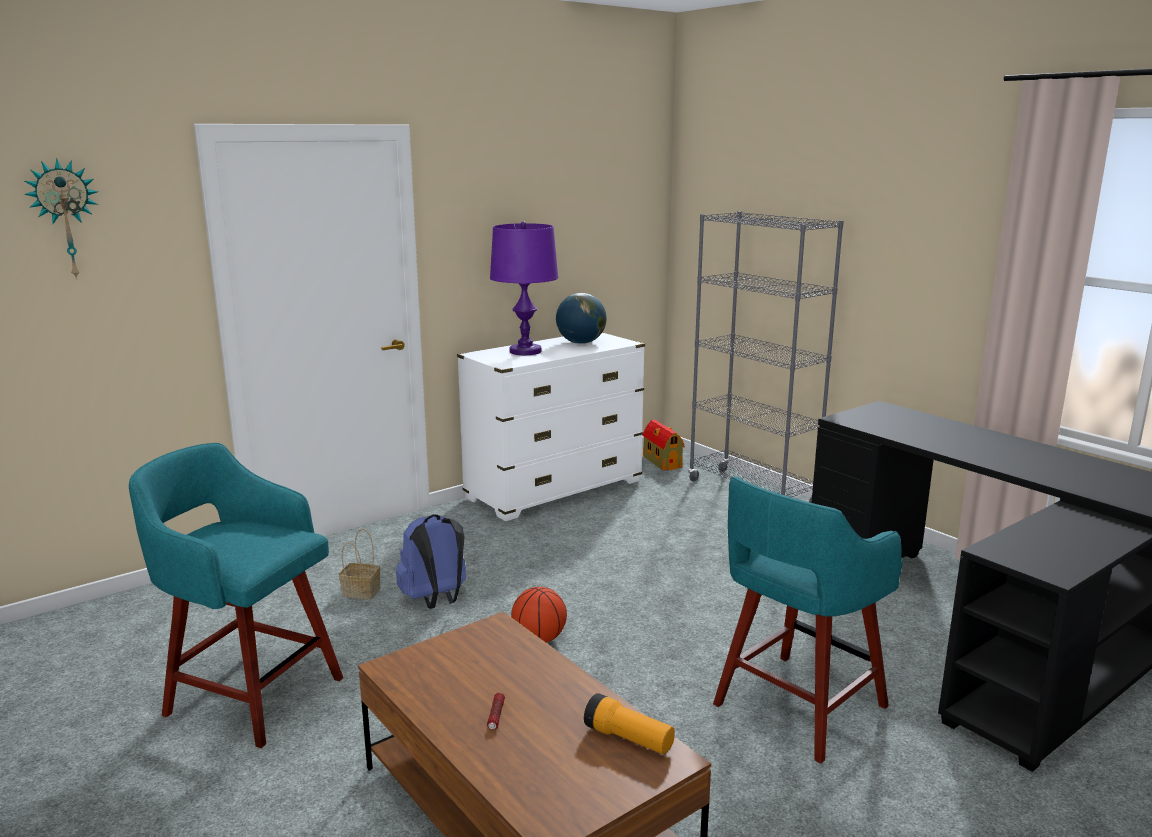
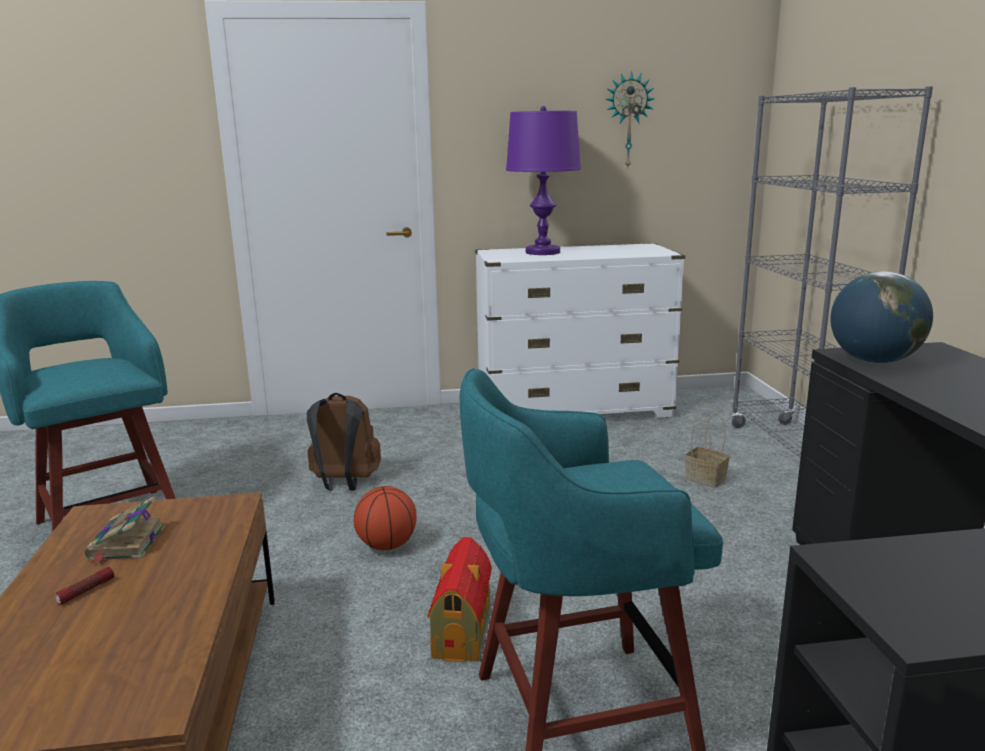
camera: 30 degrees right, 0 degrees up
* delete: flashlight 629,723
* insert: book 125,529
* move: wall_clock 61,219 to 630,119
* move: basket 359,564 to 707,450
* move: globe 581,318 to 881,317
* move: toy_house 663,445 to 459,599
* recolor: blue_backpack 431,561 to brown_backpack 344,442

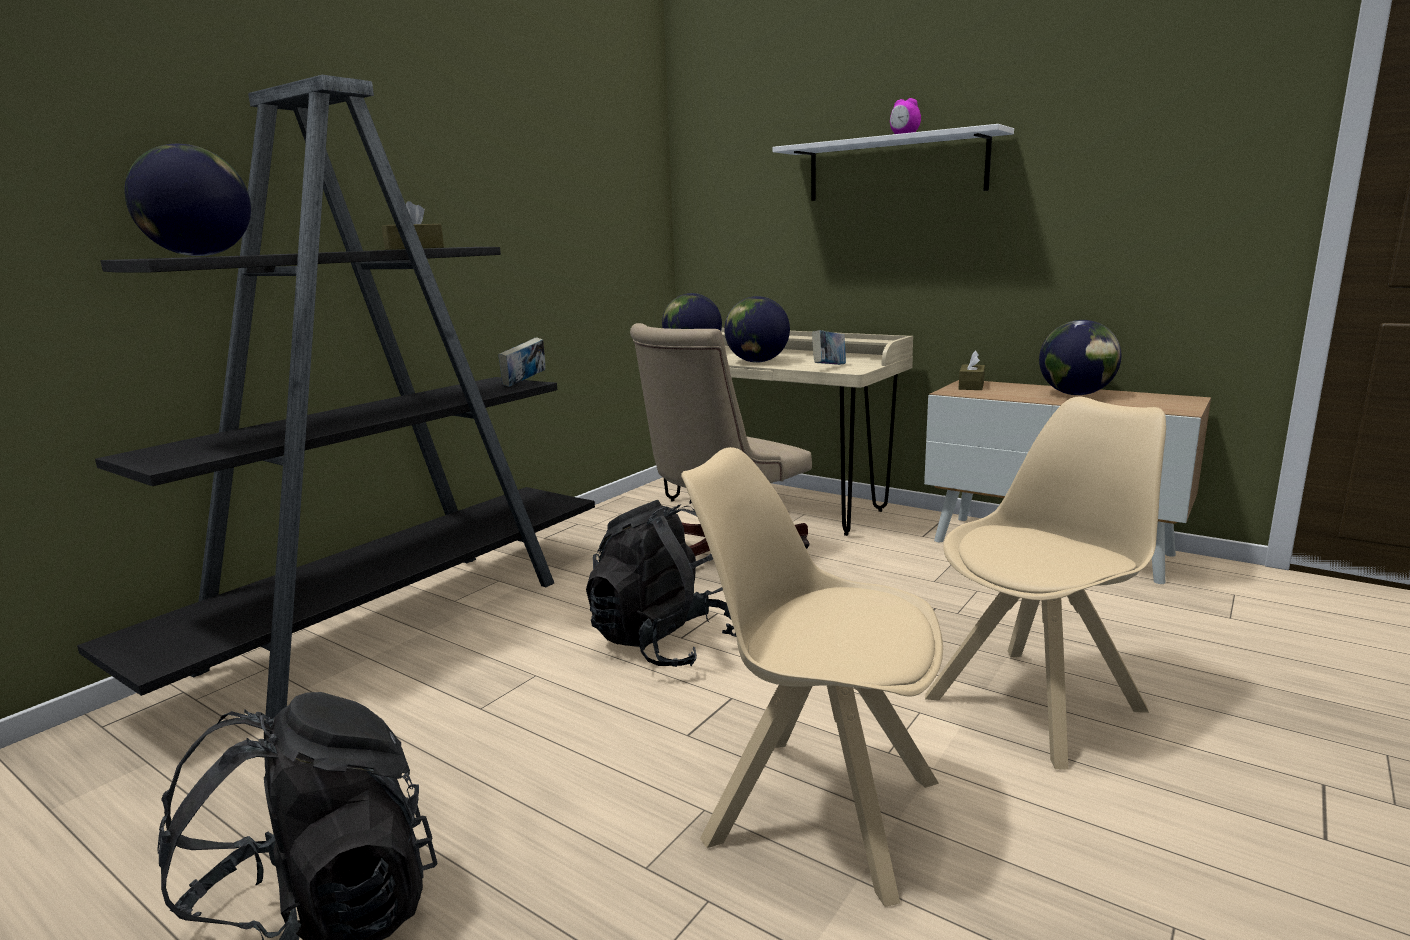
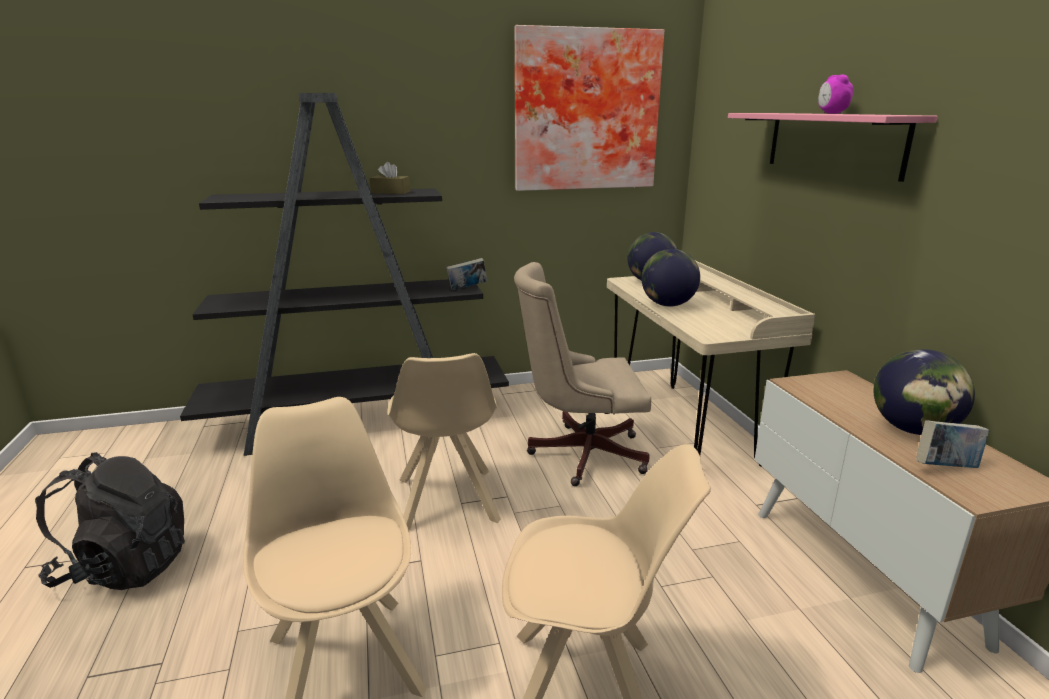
camera: 40 degrees right, 5 degrees up
* delete: globe 187,200
* delete: brown_tissue_box 971,370
* insert: picture 589,108
* move: book 829,347 to 952,444
* replace: black_backpack 661,583 to beige_chair 444,441
* recolor: white_shelf 893,162 to pink_shelf 833,147

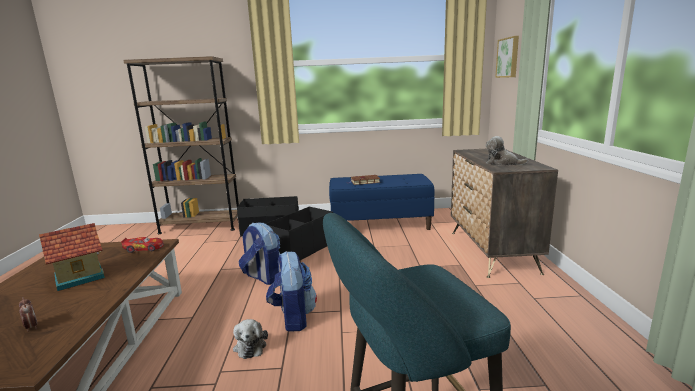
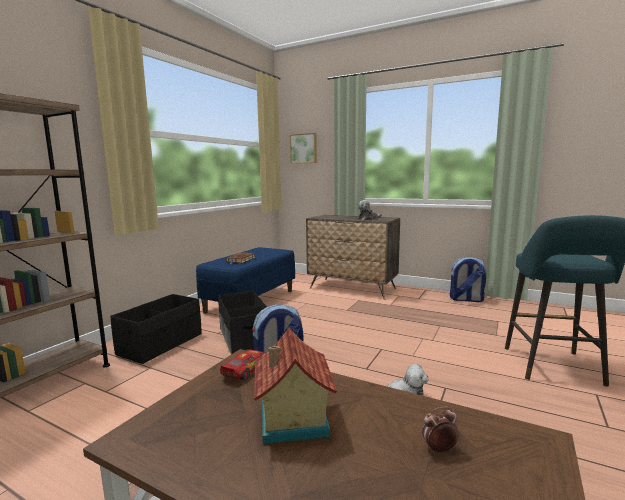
camera: 60 degrees left, 5 degrees down
* move: backpack 291,291 to 468,279

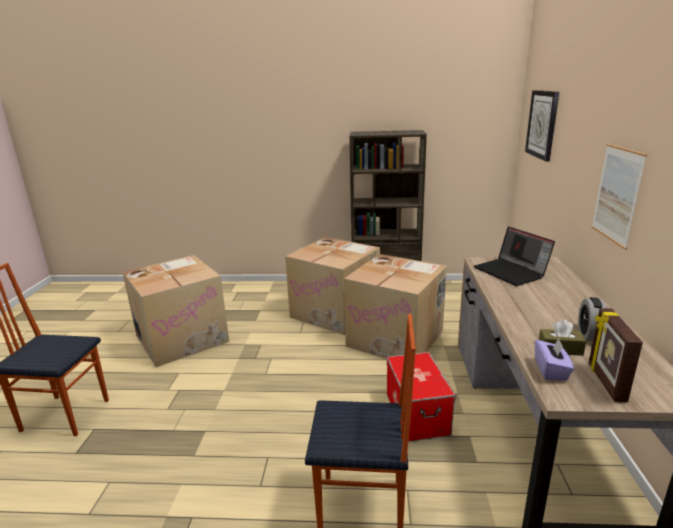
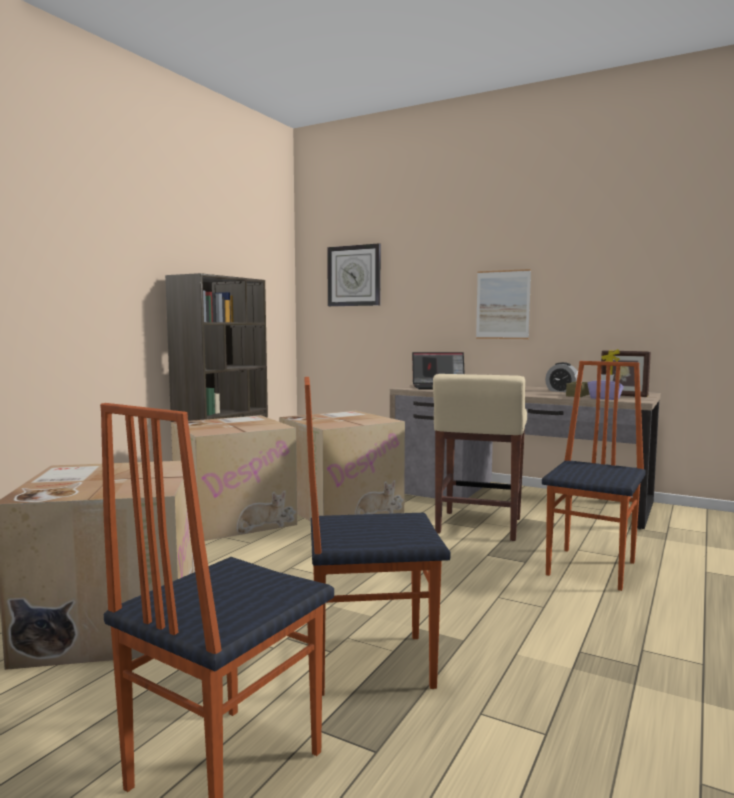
camera: 65 degrees left, 15 degrees down
* insert: chair 378,536
* replace: storage_box 421,397 to beige_stool 480,457

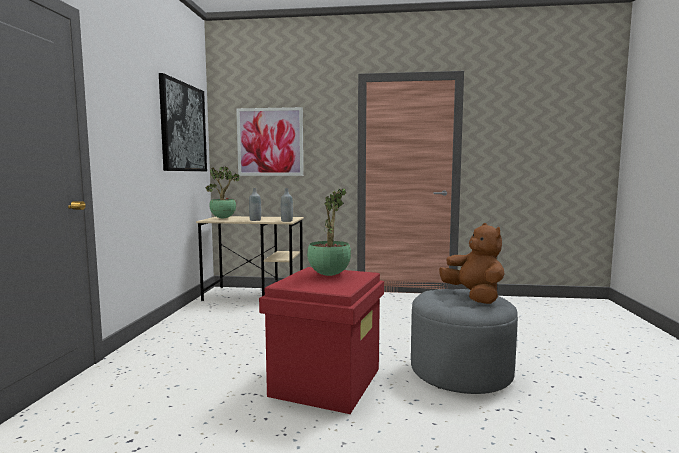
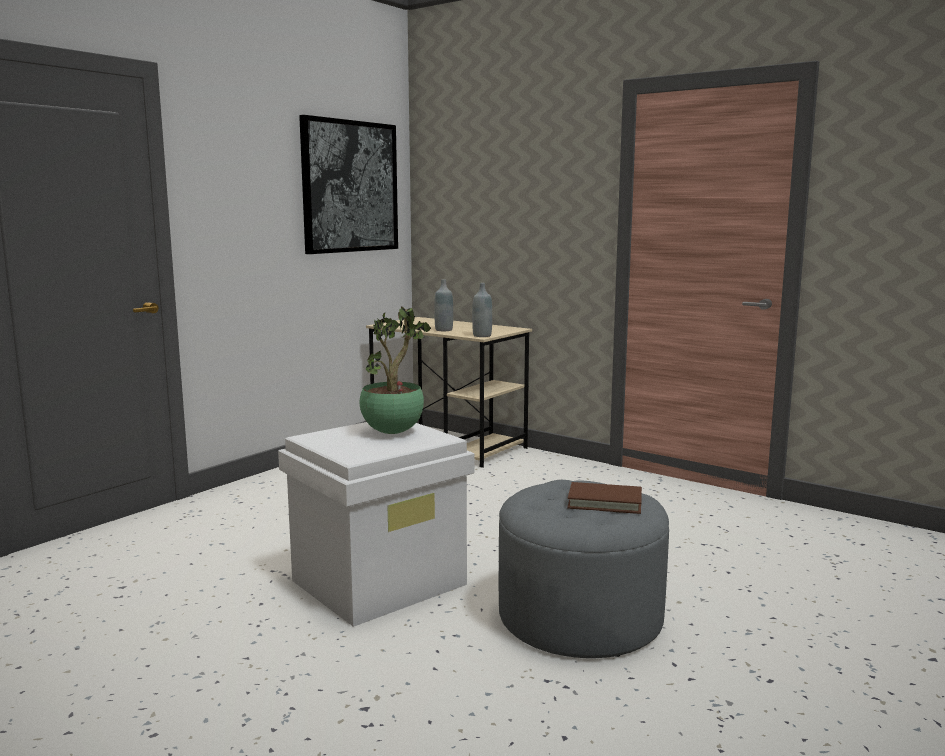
camera: 30 degrees right, 5 degrees up
* delete: potted_plant 222,192
* delete: picture 269,141
* replace: brown_plush_toy 471,263 to brown_book 604,498
* recolor: red_storage_box 321,340 to white_storage_box 376,524

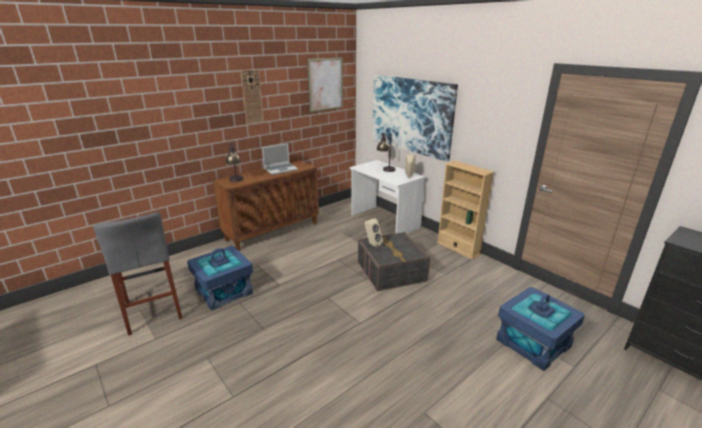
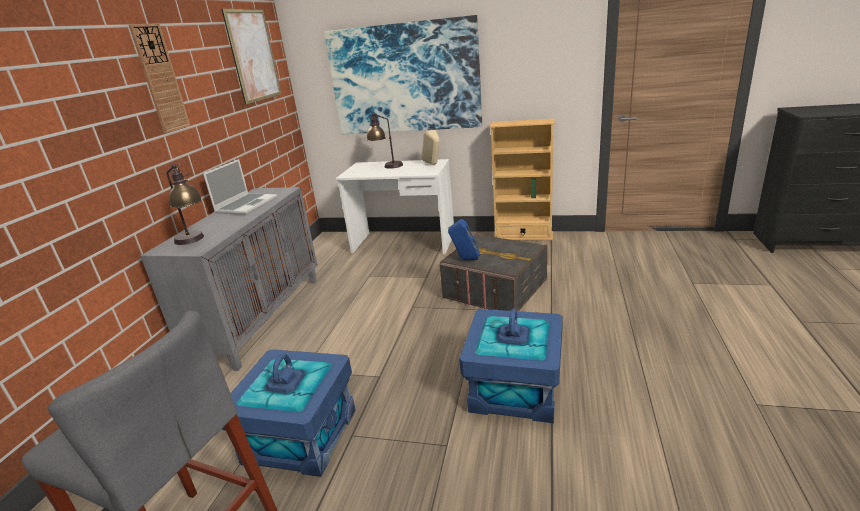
camera: 35 degrees left, 0 degrees up
* move: blue_storage_box 540,329 to 511,365
* recolor: brown_cabinet 266,205 to grey_cabinet 228,279
* recolor: beige_speaker 374,233 to blue_speaker 464,239

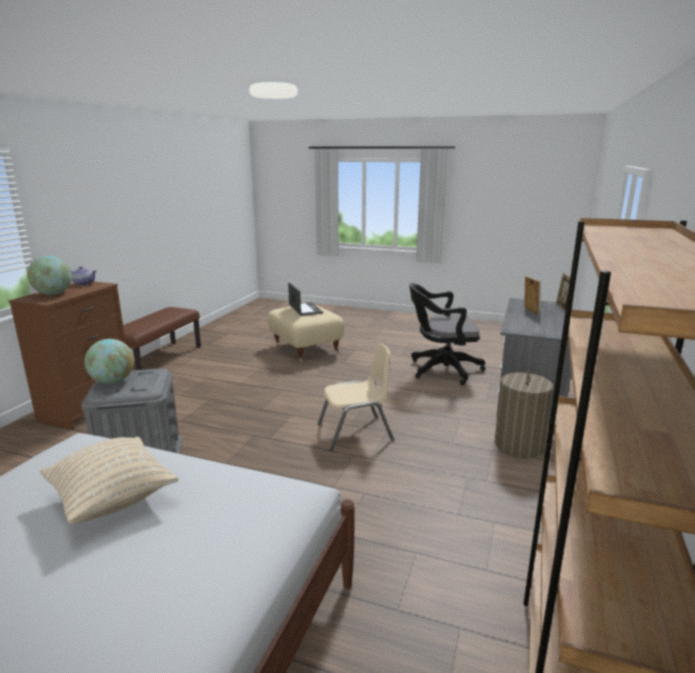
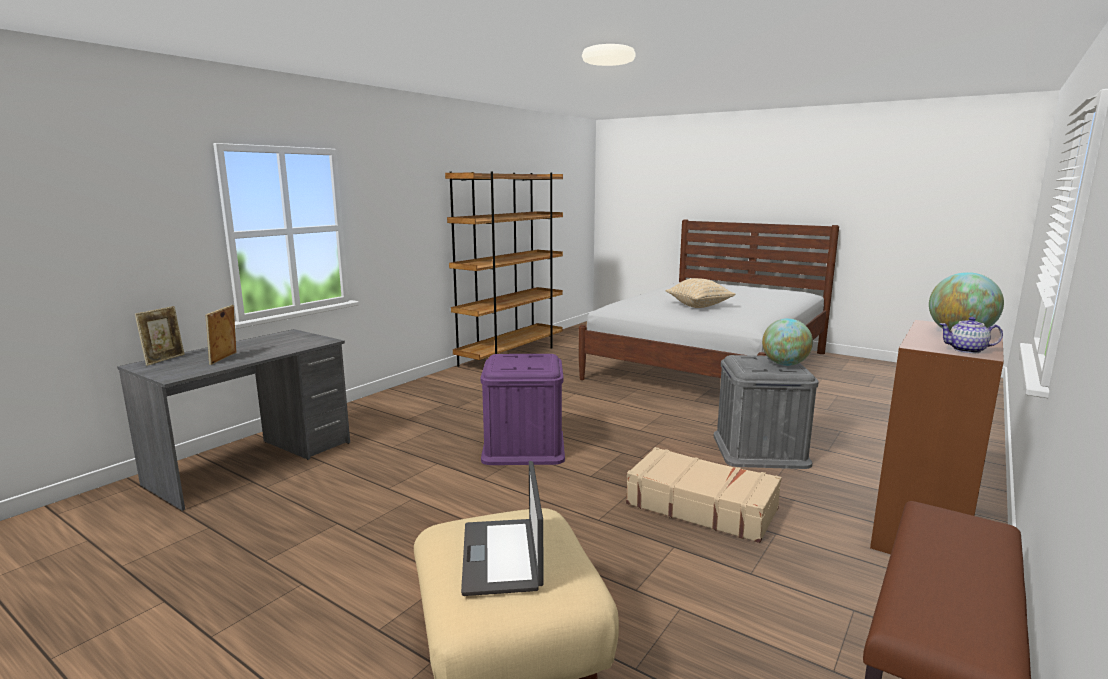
camera: 165 degrees left, 5 degrees down
* delete: black_office_chair 447,334
* delete: laundry_basket 524,414
* insert: beige_suitcase 704,495
* replace: beige_chair 356,397 to purple_storage_box 523,409

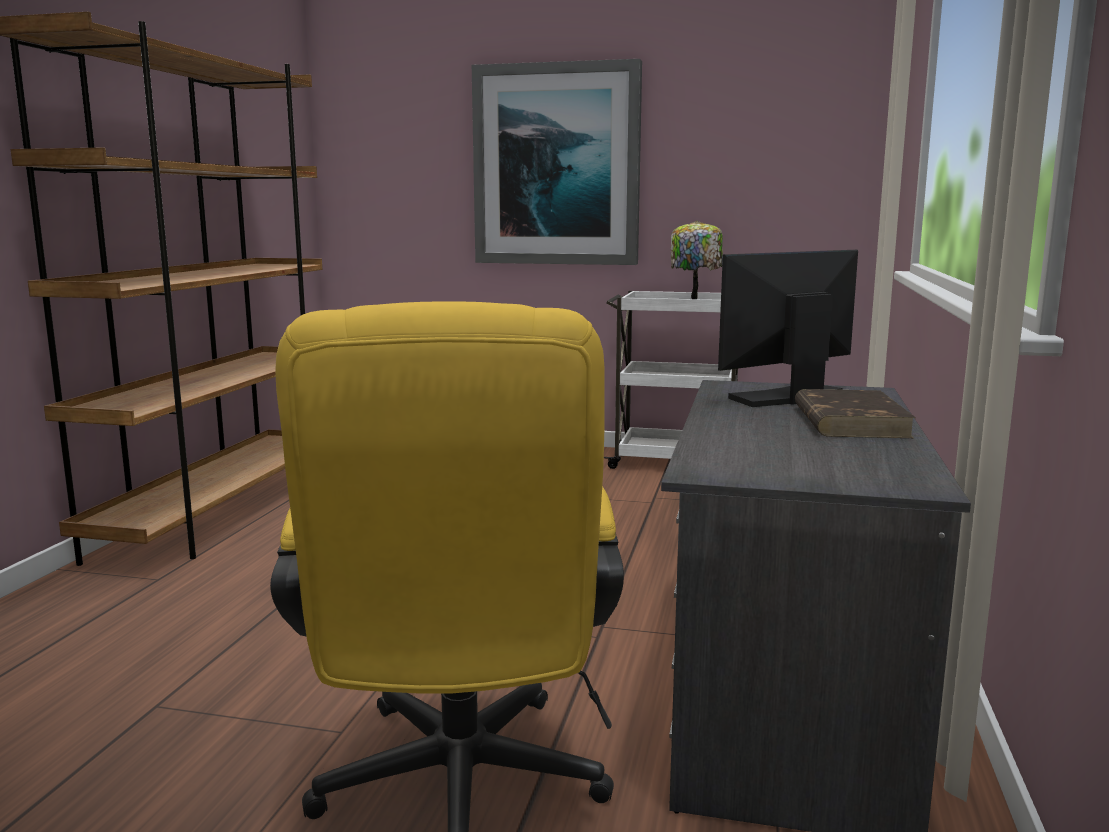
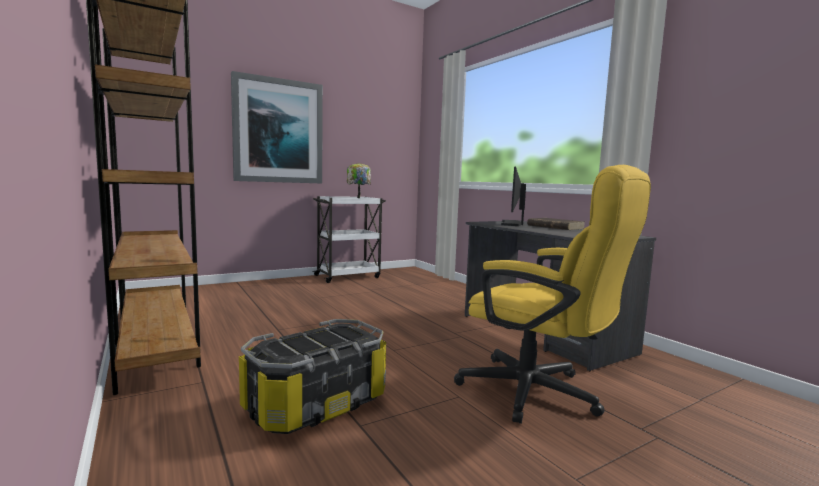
camera: 45 degrees left, 5 degrees down
* insert: storage_box 312,376

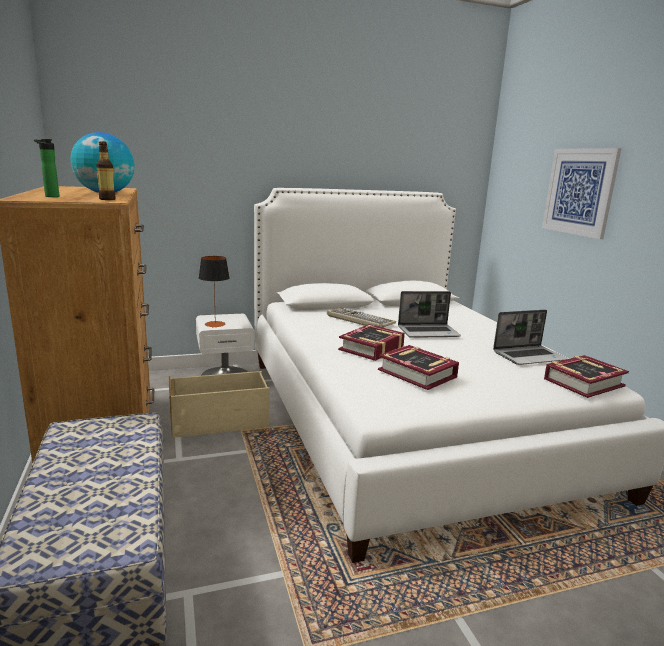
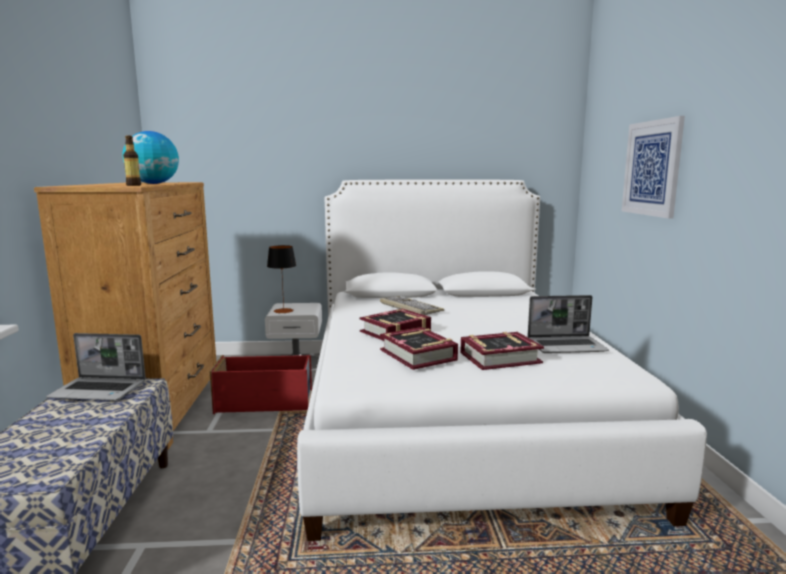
camera: 15 degrees right, 5 degrees down
* delete: bottle 47,168
* move: laptop 429,314 to 96,366
* move: book 586,376 to 502,351
* recolor: beige_storage_box 219,405 to red_storage_box 260,384

